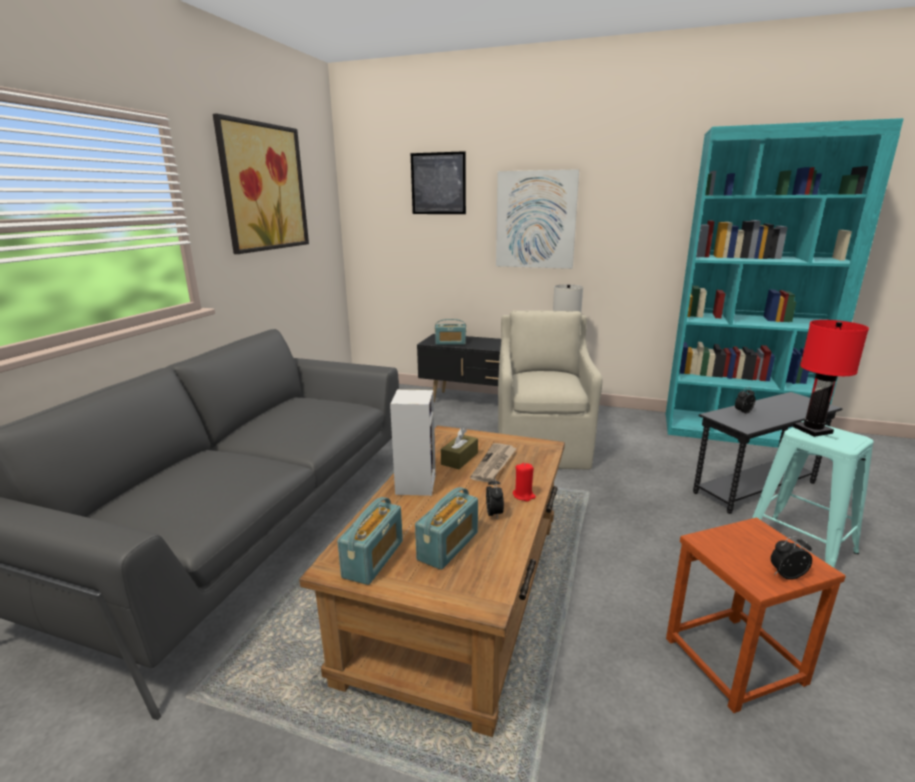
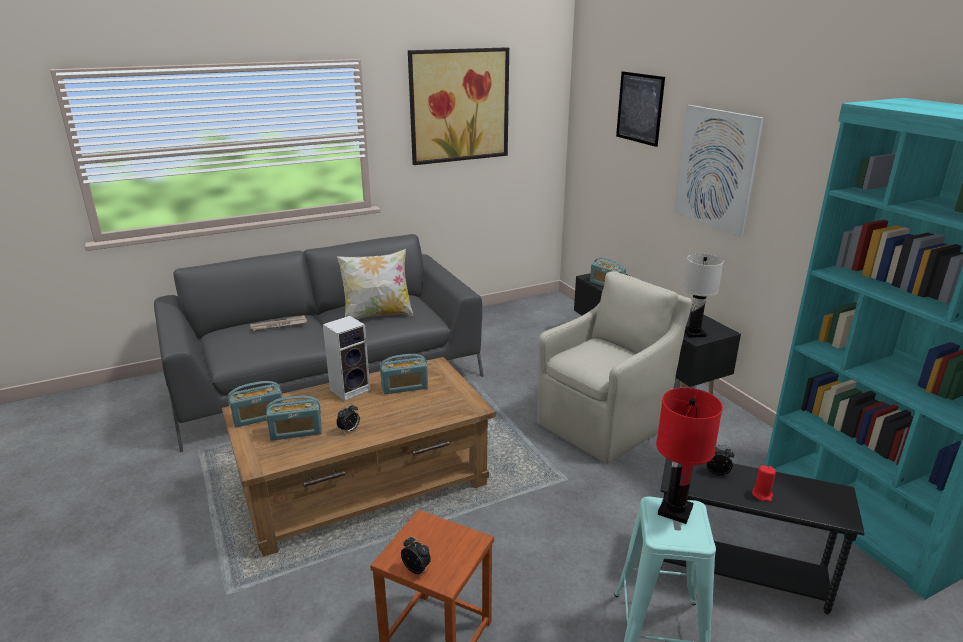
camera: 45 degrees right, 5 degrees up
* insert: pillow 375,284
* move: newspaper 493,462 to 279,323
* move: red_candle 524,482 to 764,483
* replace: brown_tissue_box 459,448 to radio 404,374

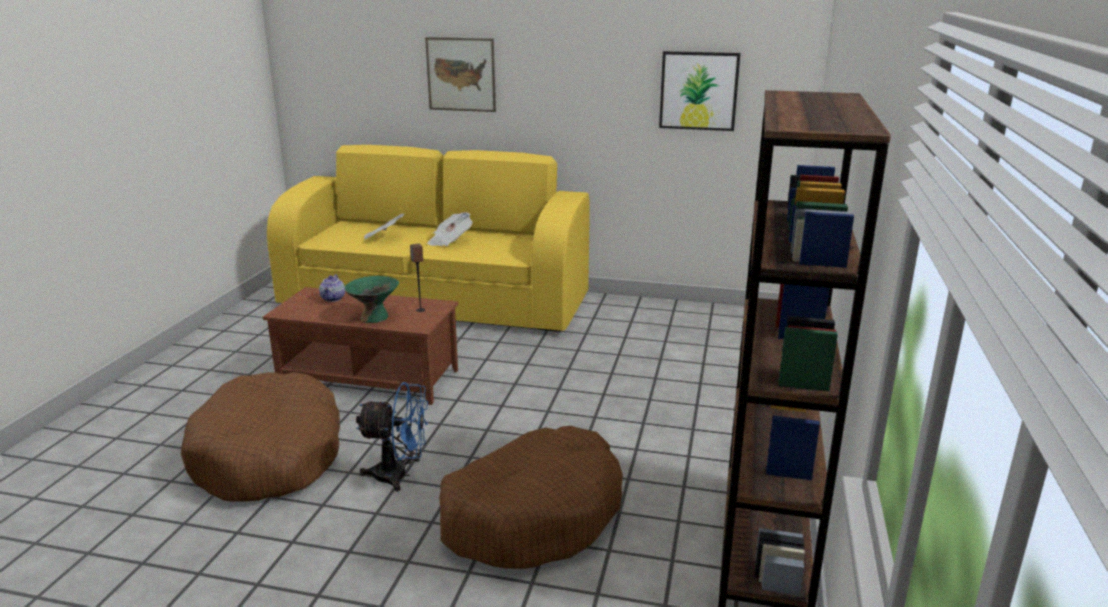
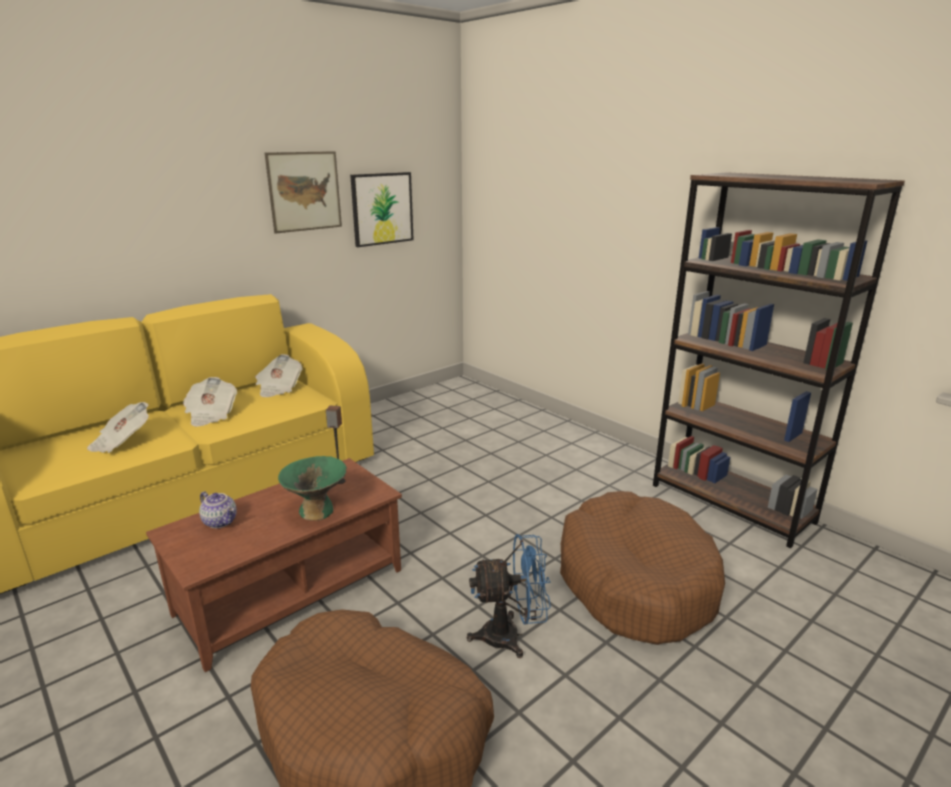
camera: 55 degrees left, 0 degrees up
* insert: newspaper 278,375
* move: picture 460,74 to 303,192
* rotate: blue_fan 392,437 = 509,596 45 degrees clockwise

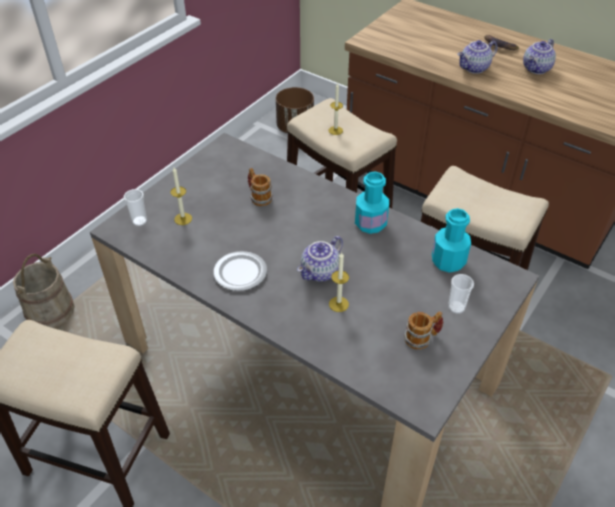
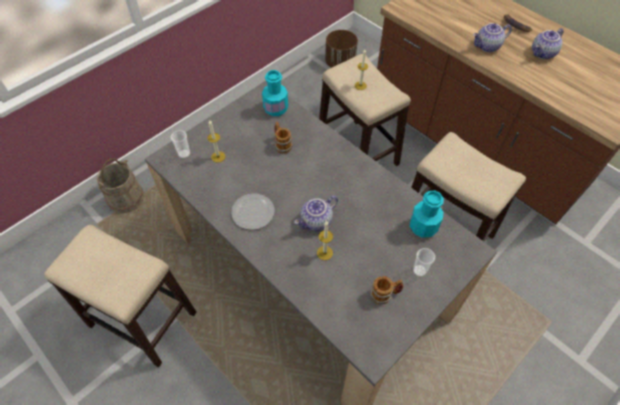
camera: 10 degrees right, 10 degrees up
* move: turquoise_bottle 372,203 to 275,93

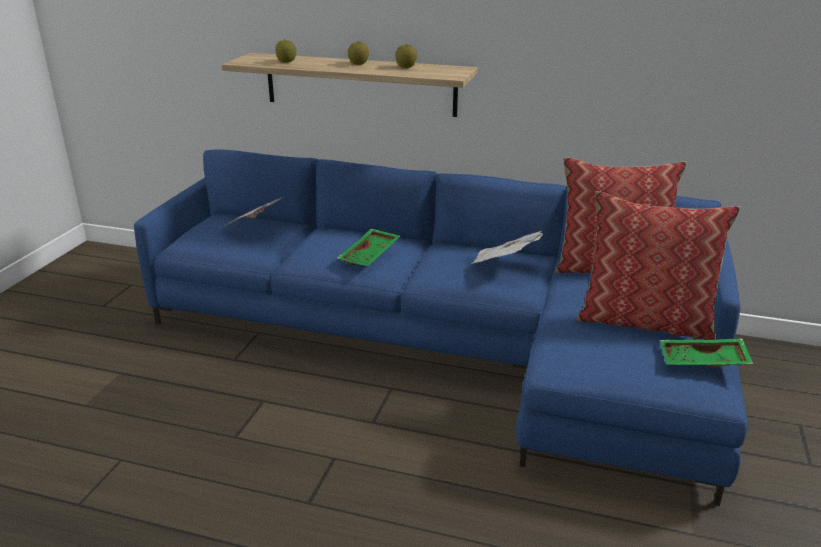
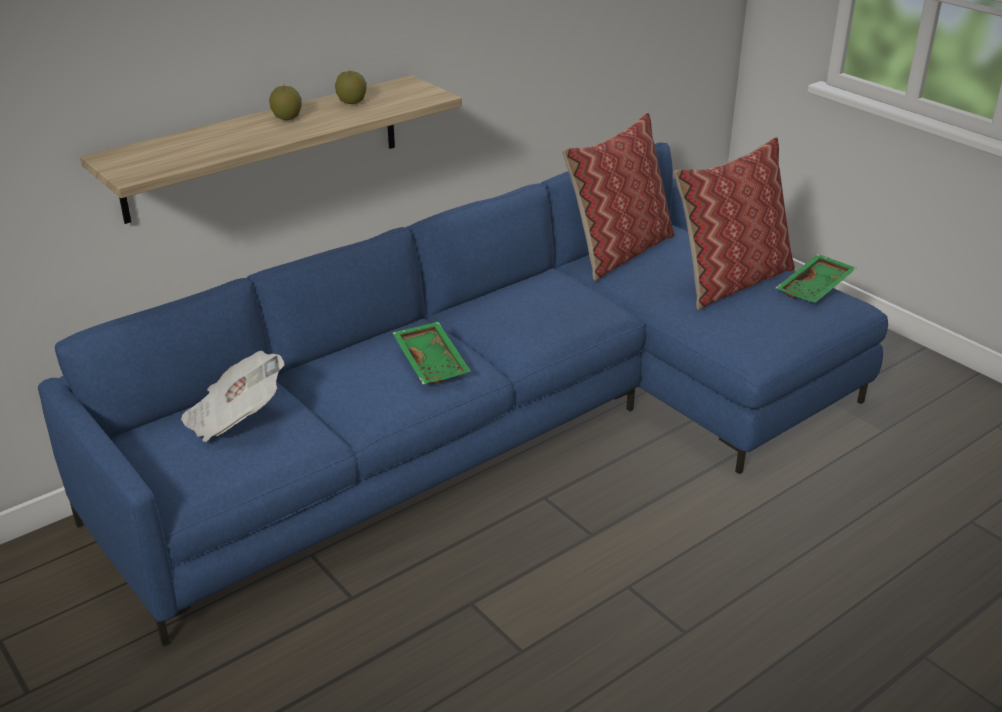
camera: 55 degrees left, 5 degrees up
* delete: apple 285,50
* delete: newspaper 507,247

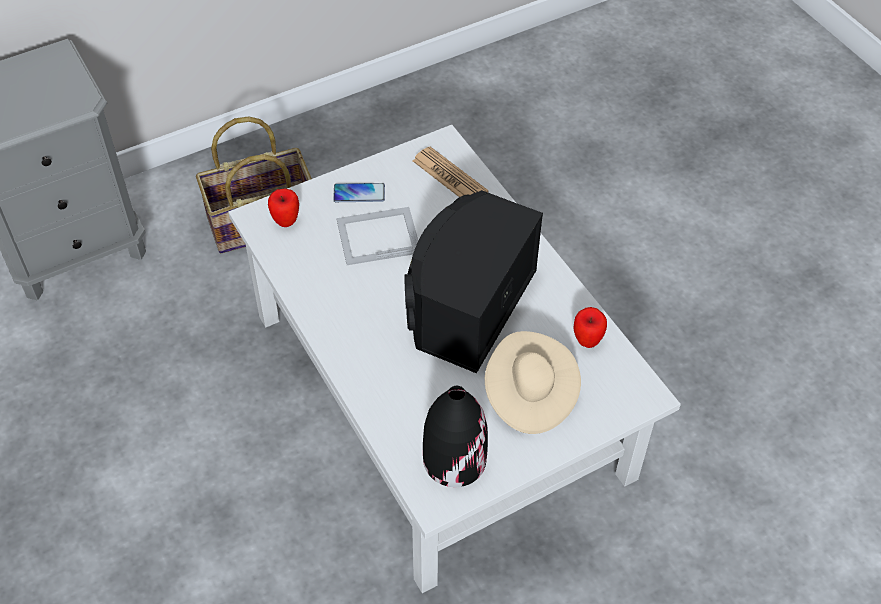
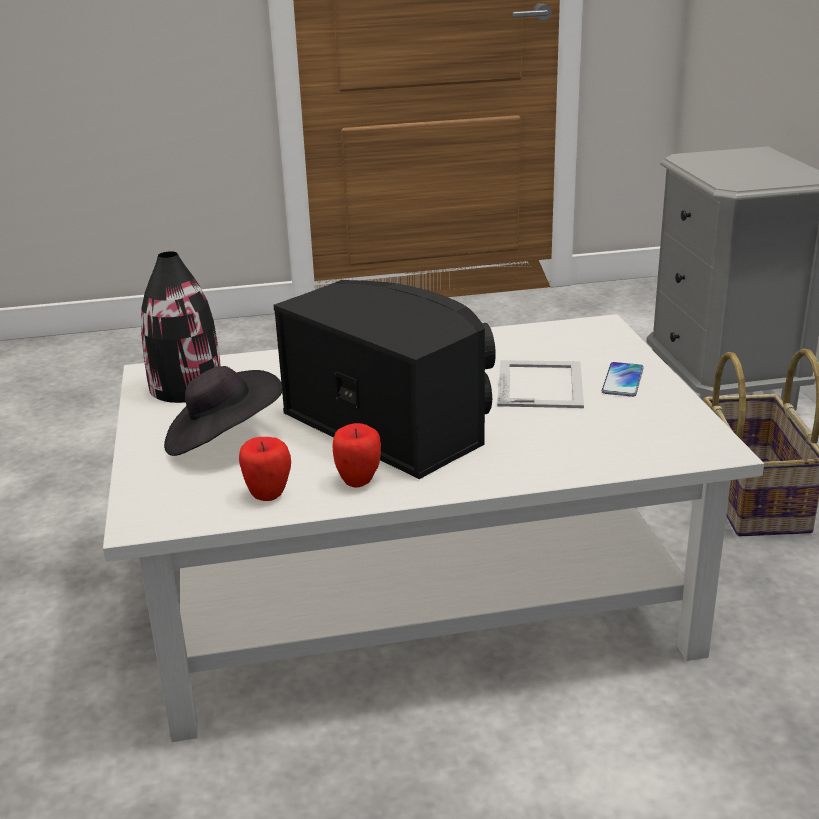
camera: 110 degrees right, 25 degrees down
* delete: newspaper 451,172
* move: apple 283,208 to 357,455
* recolor: beige_hat 533,382 to black_hat 223,411

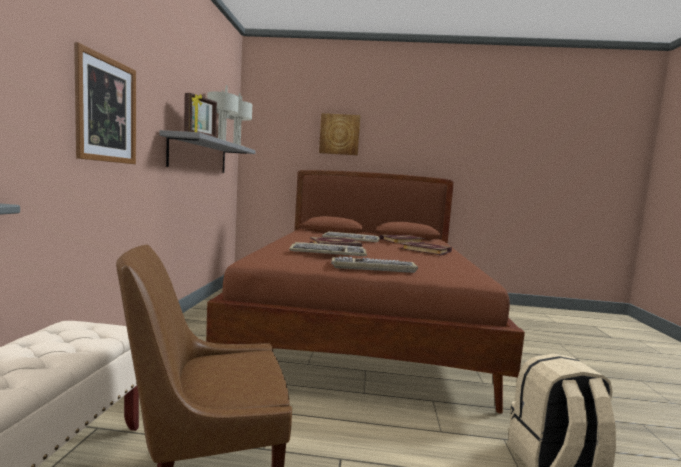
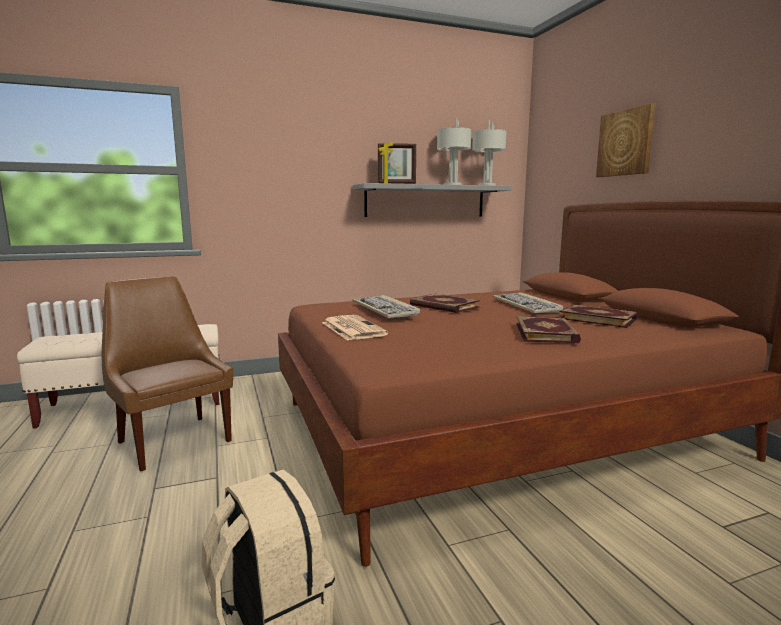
camera: 65 degrees right, 5 degrees up
* delete: picture 105,103
* replace: keyboard 374,264 to newspaper 355,328

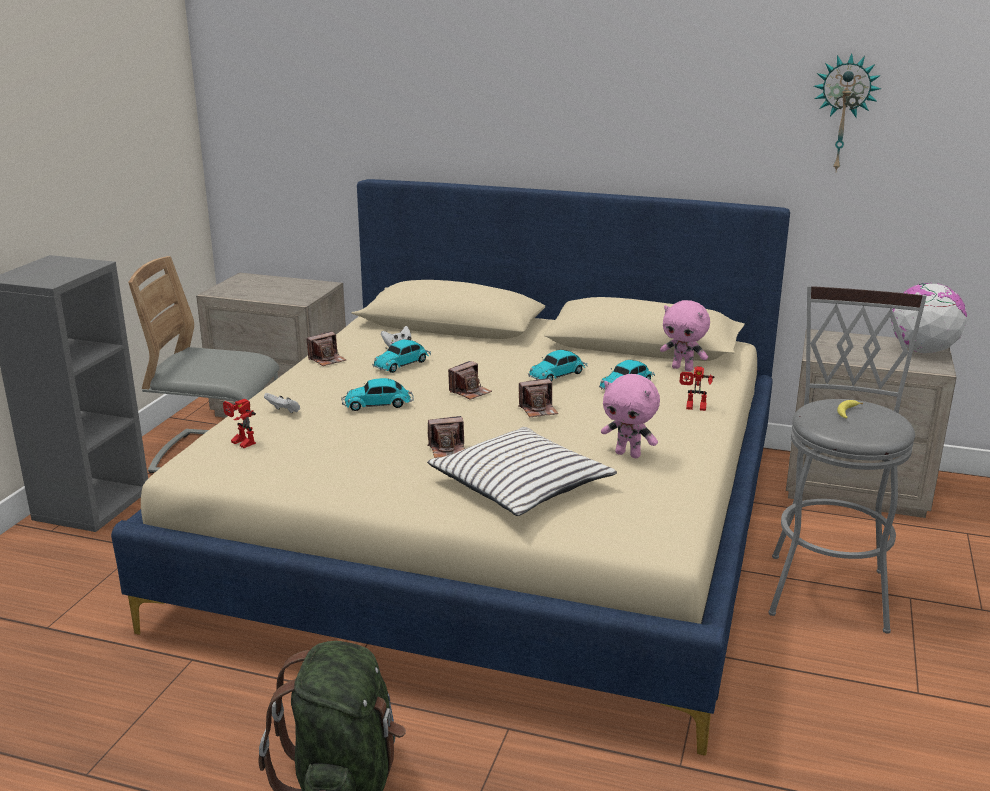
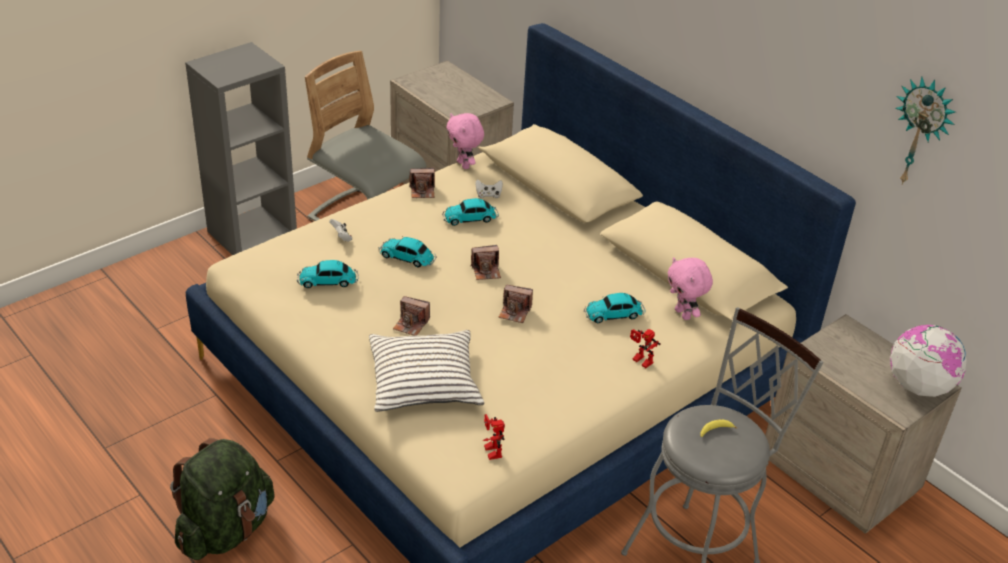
camera: 30 degrees right, 15 degrees up
* move: toy_robot 239,423 to 494,437
* move: toy_car 558,366 to 328,274
* move: pink_plush_toy 630,416 to 465,141

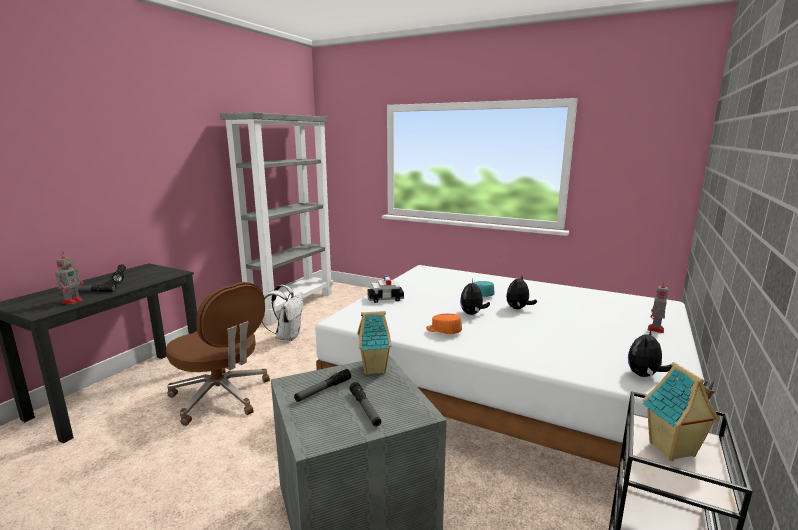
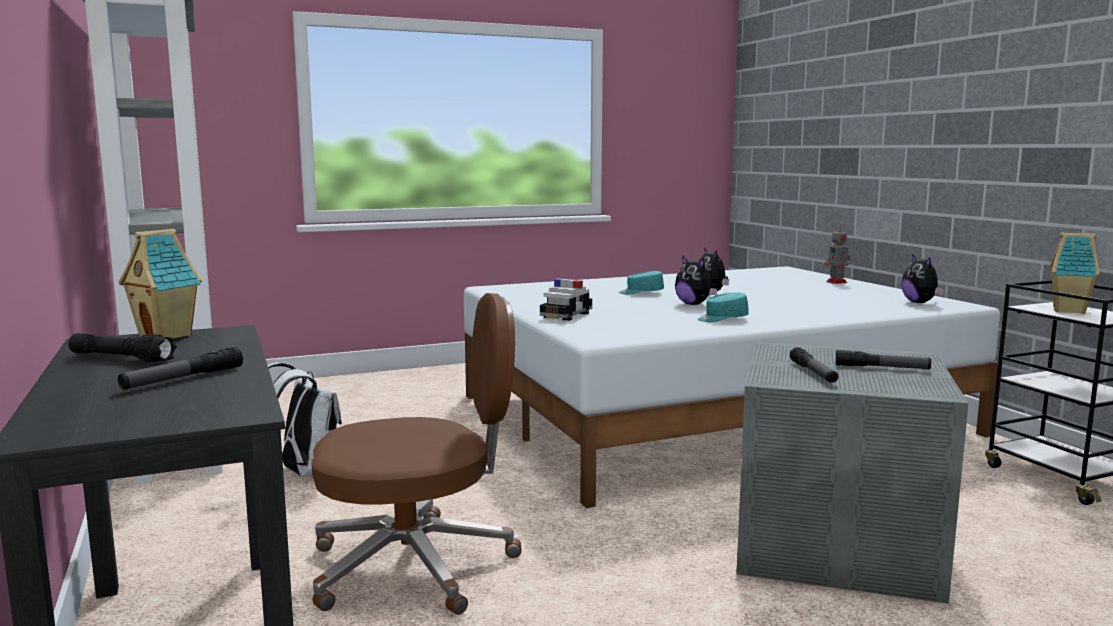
camera: 50 degrees left, 5 degrees down
* delete: toy_robot 69,278
* move: toy_house 374,343 to 160,284
* recolor: orange_cap 444,324 to turquoise_cap 723,307

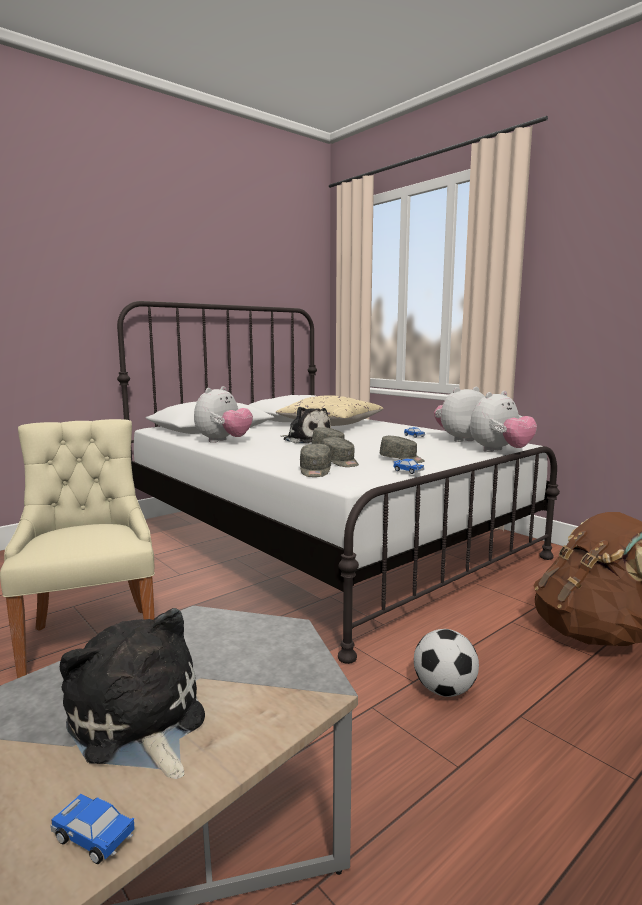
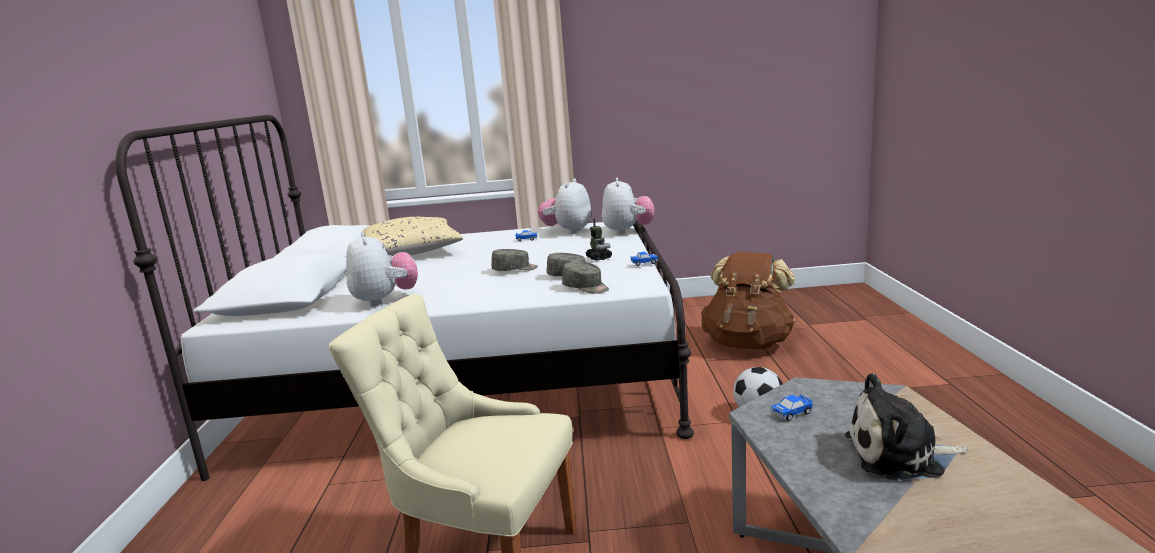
camera: 50 degrees left, 5 degrees up
* delete: plush_toy 306,425
* move: toy_car 93,829 to 792,408
* replace: grey_cap 402,449 to toy_robot 599,239

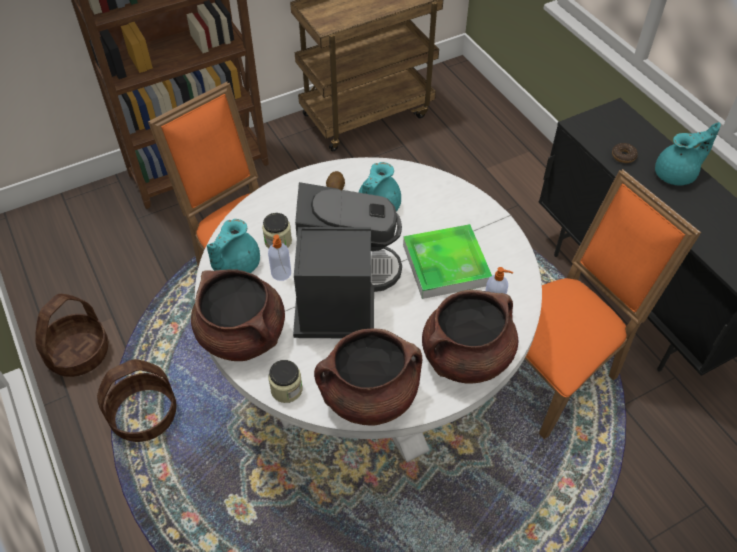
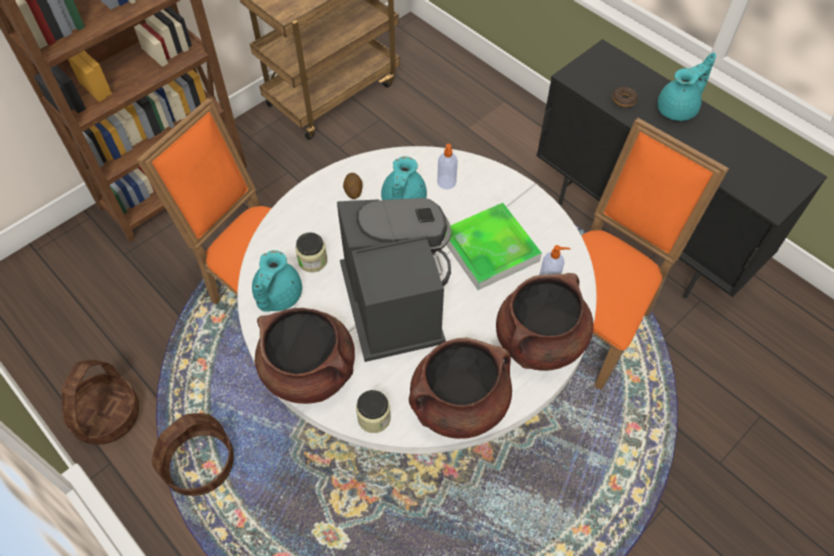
camera: 15 degrees left, 5 degrees up
* move: soap_dispenser 279,258 to 447,166

